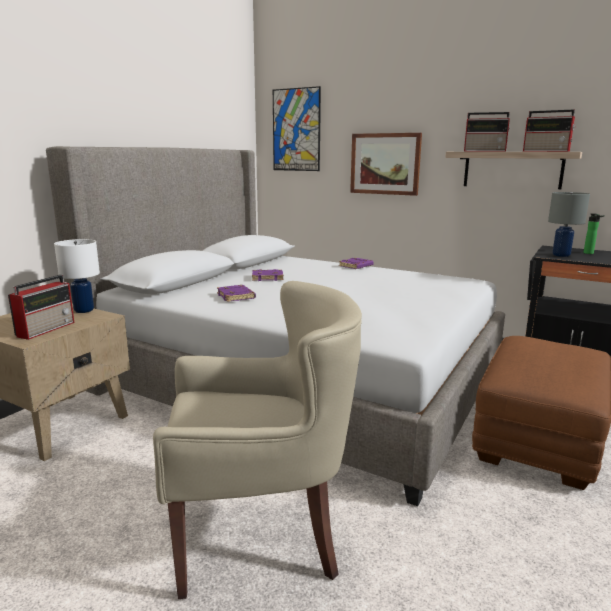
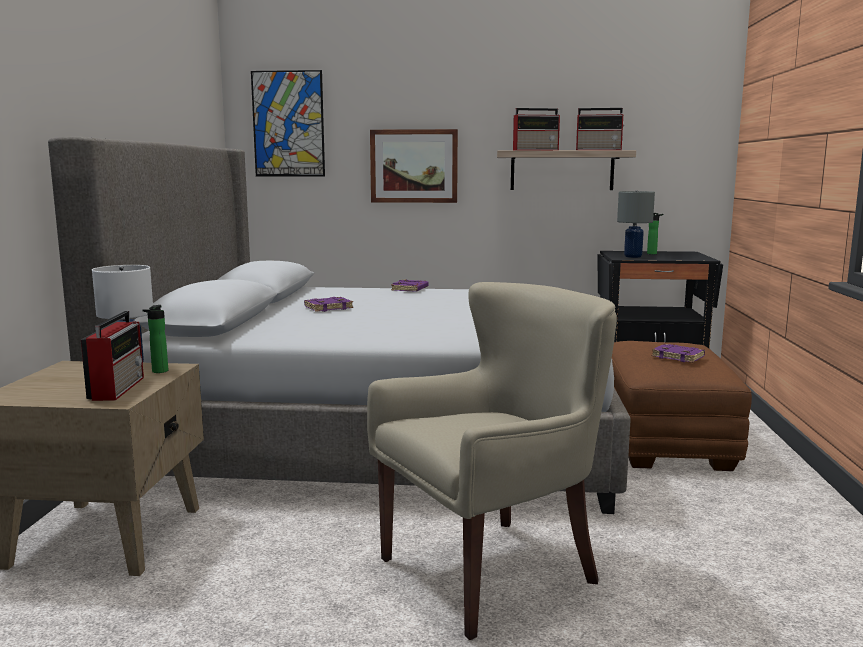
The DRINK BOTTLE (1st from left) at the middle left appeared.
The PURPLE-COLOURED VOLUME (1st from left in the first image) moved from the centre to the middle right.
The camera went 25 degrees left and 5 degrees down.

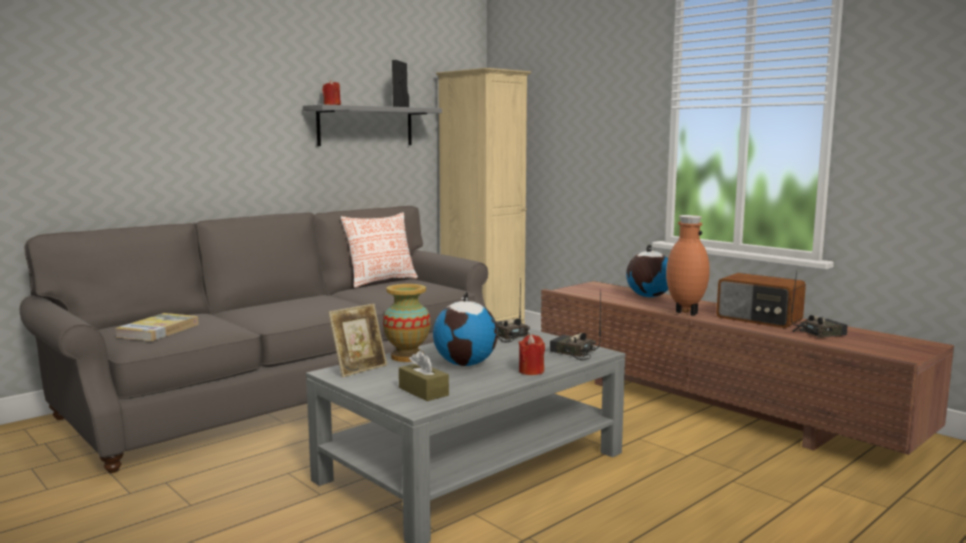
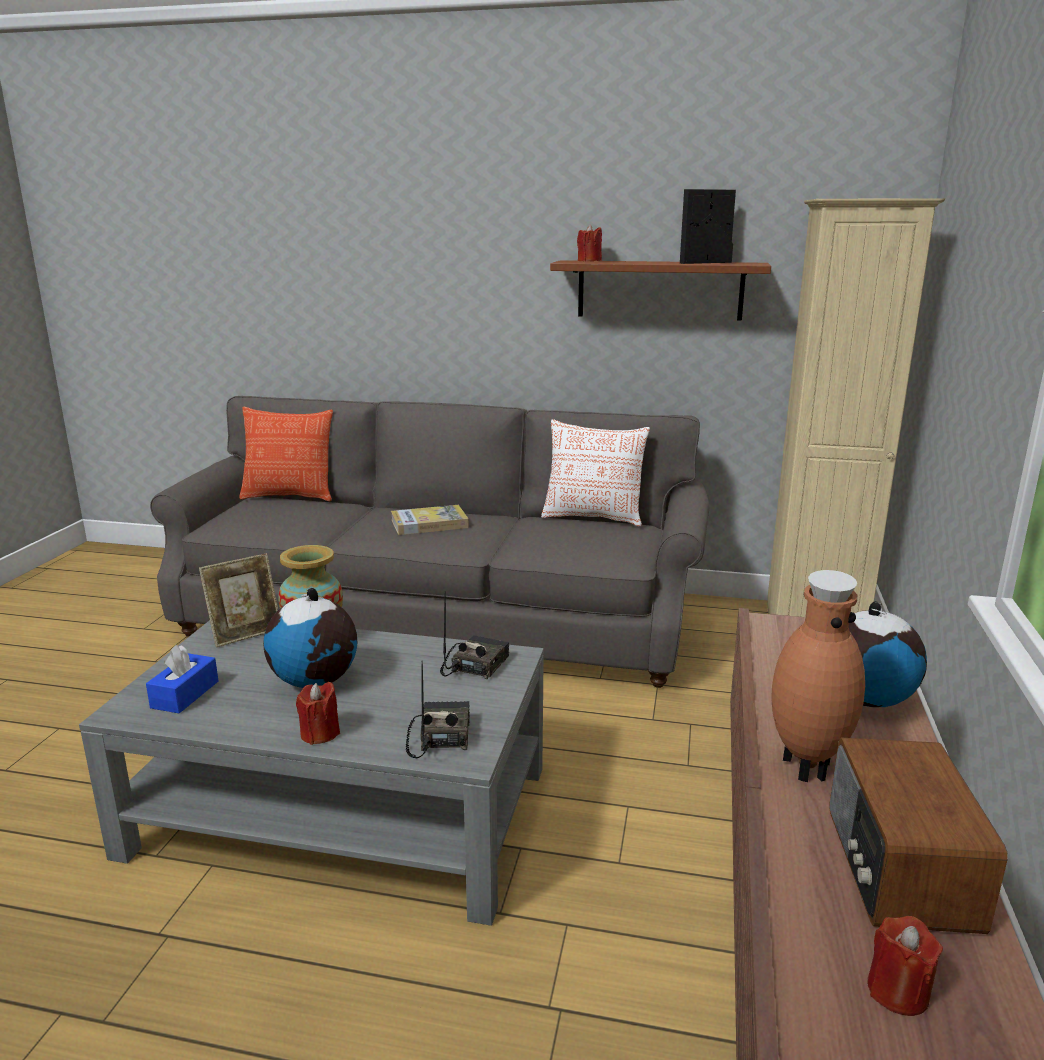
The BROWN BOX OF TISSUES at the bottom centre became the BLUISH BOX OF TISSUES at the middle left.
The PICTURE FRAME (1st from left) at the centre turned 45 degrees counterclockwise.
The ORANGEY PILLOW at the middle left appeared.
The VOLUME moved from the middle left to the centre.
The GREY WALL SHELF at the top centre became the BROWN WALL SHELF at the top centre.
The RADIO RECEIVER (4th from left) at the middle right was replaced by the REDDISH CANDLE (3rd from left) at the bottom right.
The camera went 55 degrees right and 10 degrees up.

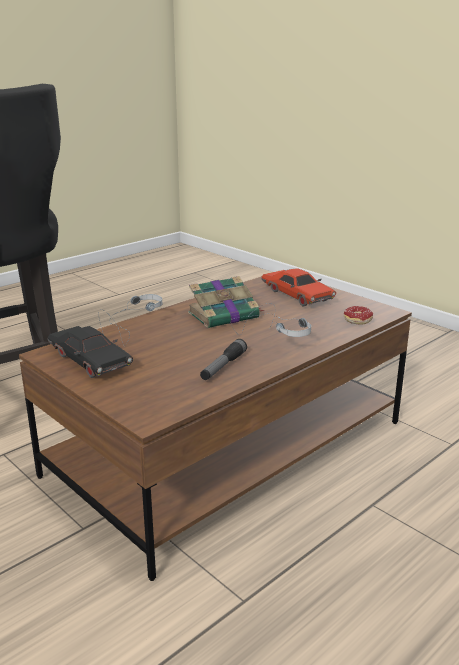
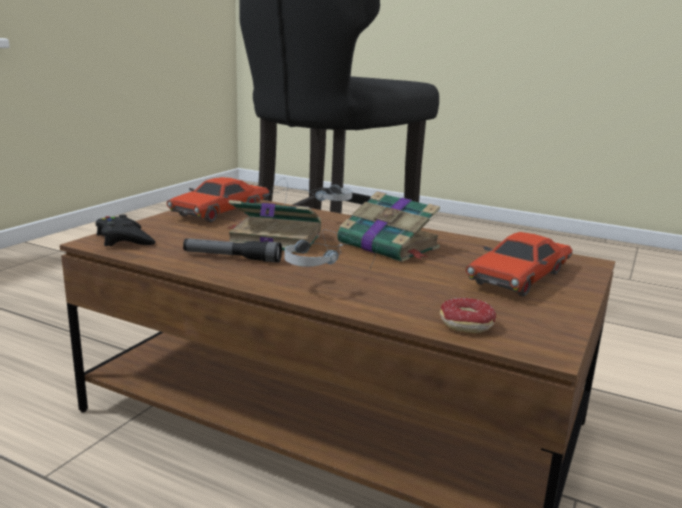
The BLACKISH JOYPAD at the middle left appeared.
The BLACKISH TOY CAR at the middle left became the REDDISH TOY CAR (1st from left) at the middle left.
The VOLUME (1st from left) at the centre appeared.
The camera went 70 degrees right and 5 degrees down.

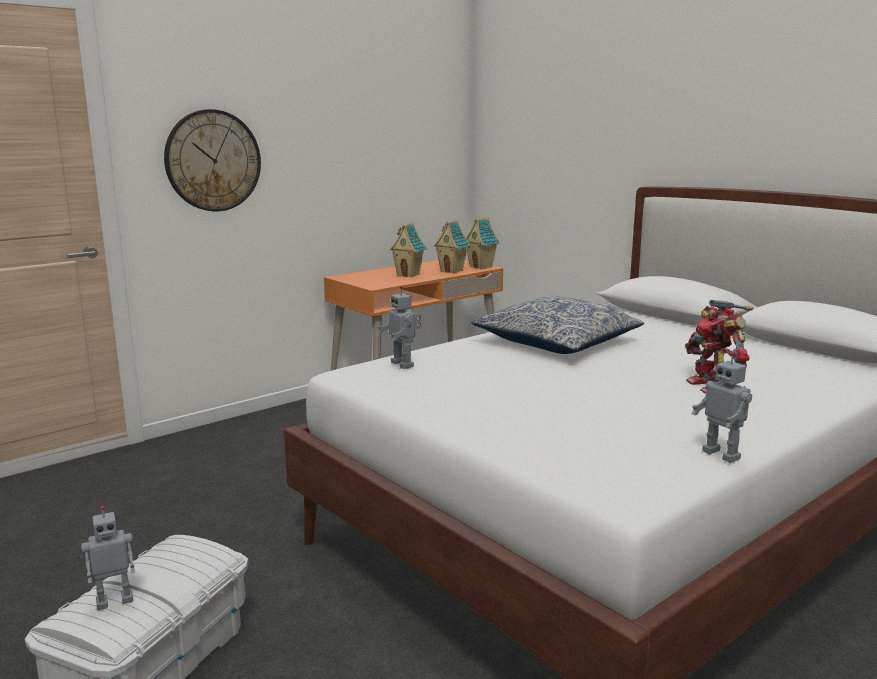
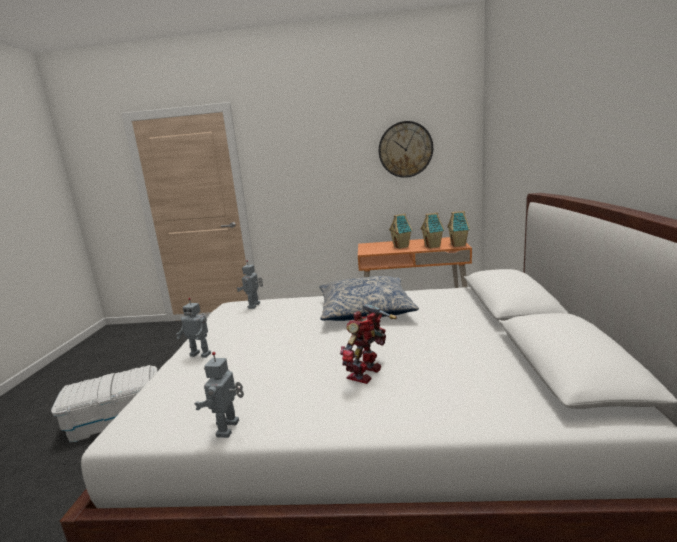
The TOY ROBOT (1st from left) moved from the bottom left to the middle left.
The CLOCK ON THE WALL moved from the top left to the top centre.
The camera went 45 degrees right and 0 degrees up.

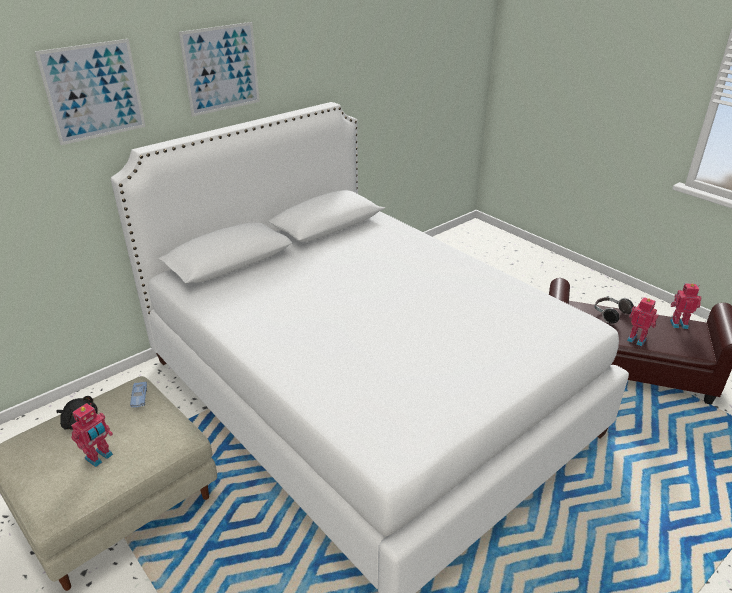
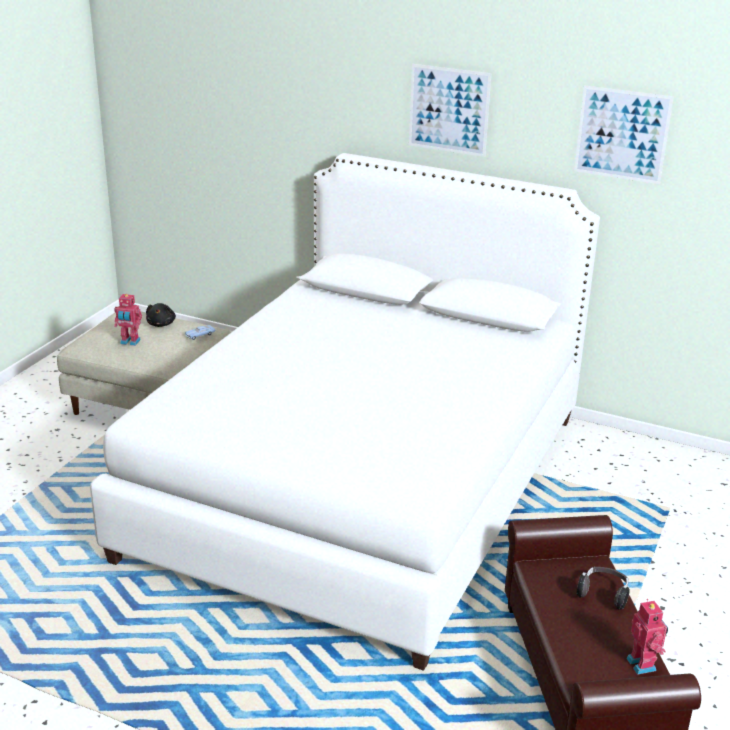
The WALL ART (1st from left in the first image) moved from the top left to the top right.
The TOY ROBOT (2nd from left) at the middle right disappeared.
The camera went 65 degrees right and 5 degrees down.

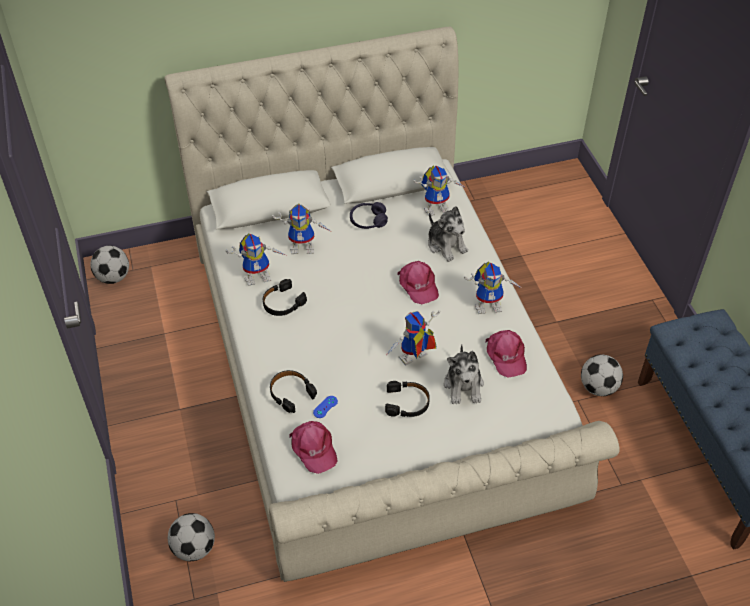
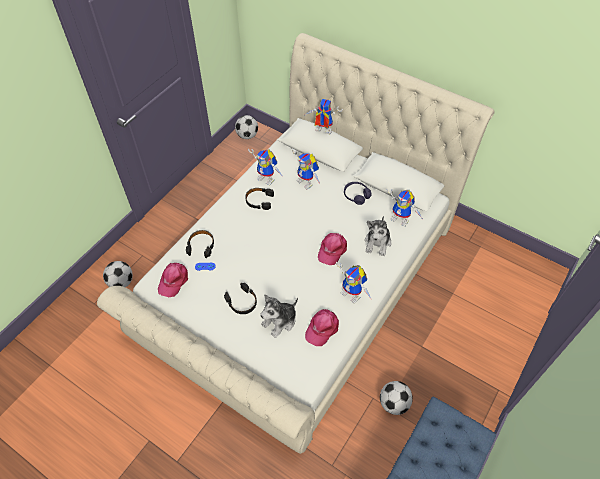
The TOY ROBOT (3rd from left) moved from the centre to the top centre.
The camera went 50 degrees right and 5 degrees up.

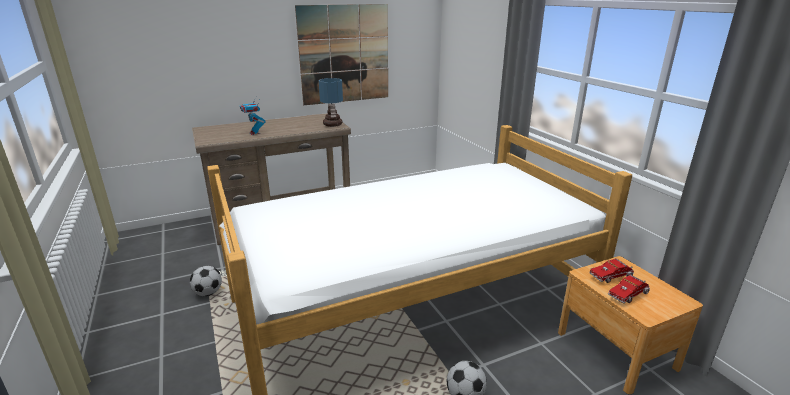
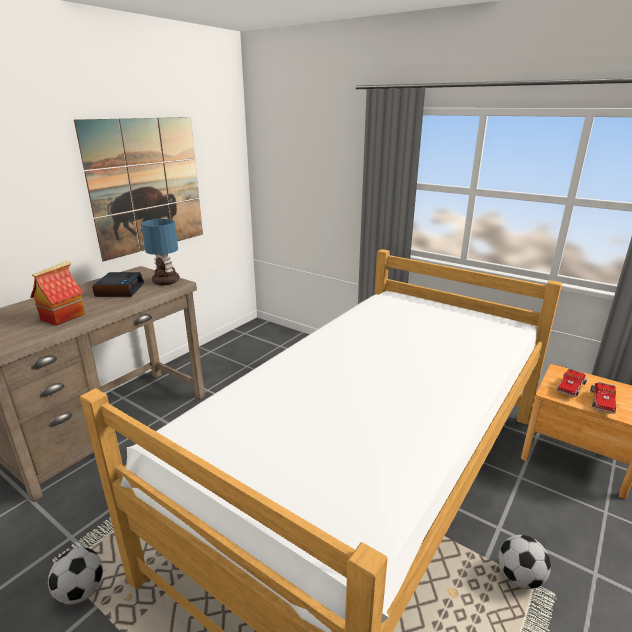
The TOY ROBOT at the top left was replaced by the MINIATURE HOUSE at the middle left.
The BEDSIDE CLOCK at the middle left appeared.
The camera went 30 degrees left and 0 degrees up.

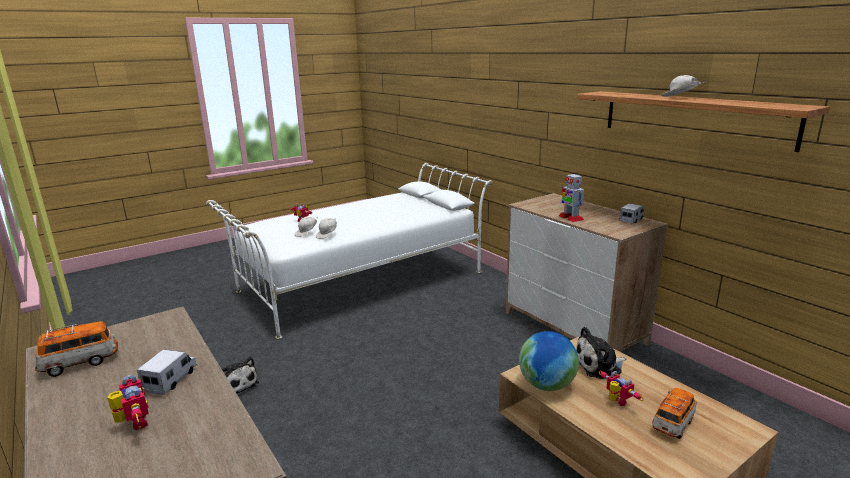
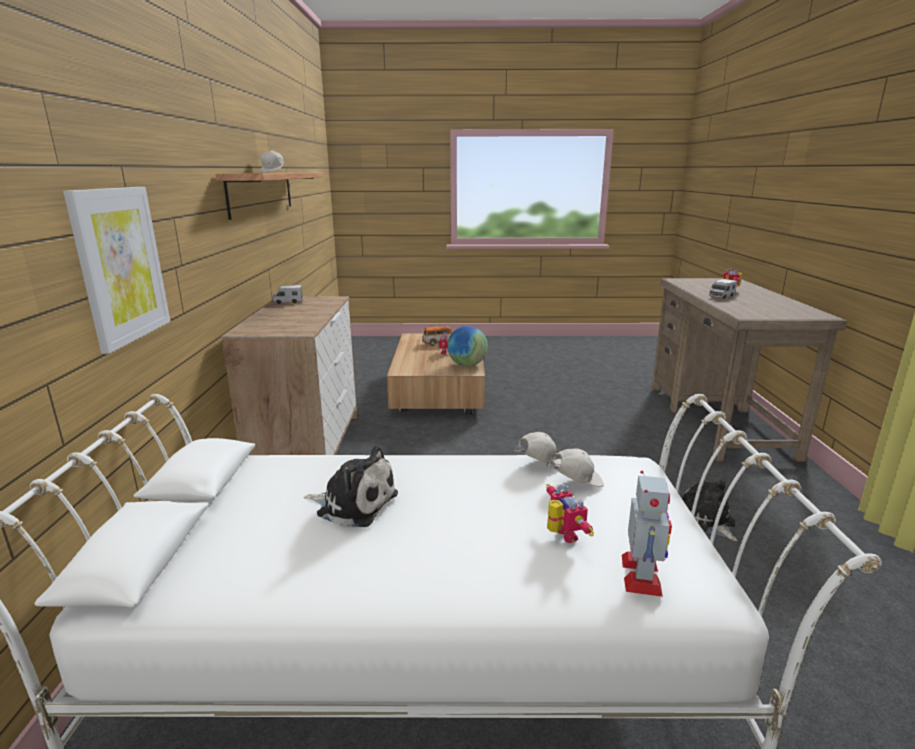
The WALL ART at the middle left appeared.
The CUDDLY TOY (2nd from left in the first image) moved from the bottom right to the centre.
The TOY ROBOT (3rd from left) moved from the middle right to the bottom right.
The TOY CAR (1st from left) at the bottom left disappeared.
The camera went 145 degrees left and 0 degrees up.

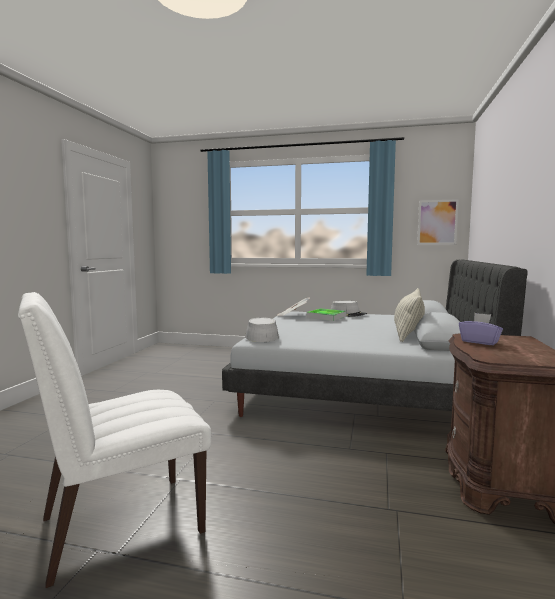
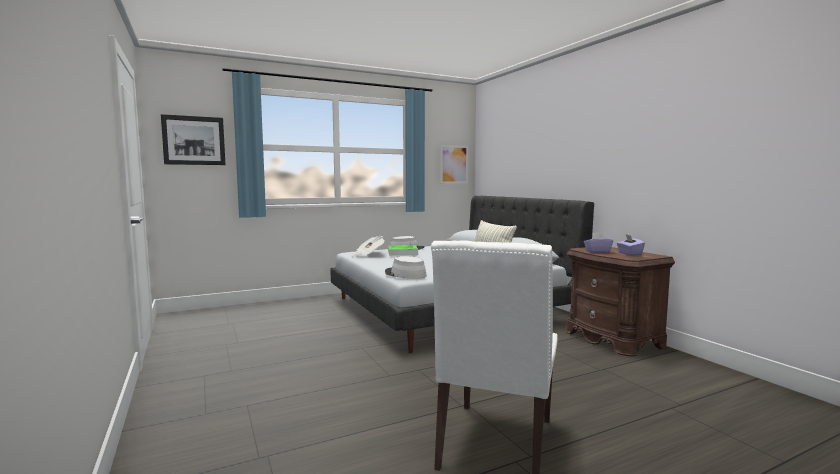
The WALL ART (1st from left) at the top left appeared.
The PURPLE-COLOURED BOX OF TISSUES (2nd from left) at the middle right appeared.
The camera went 40 degrees left and 0 degrees up.

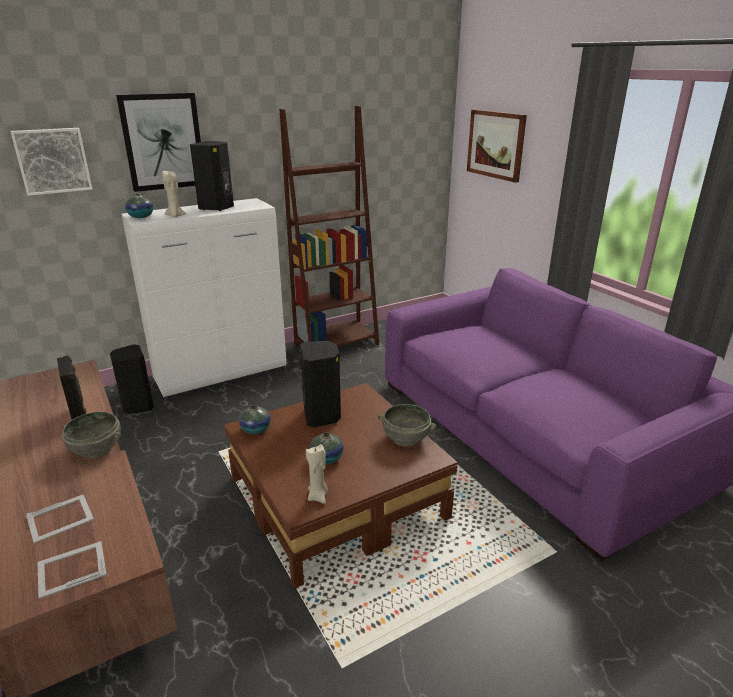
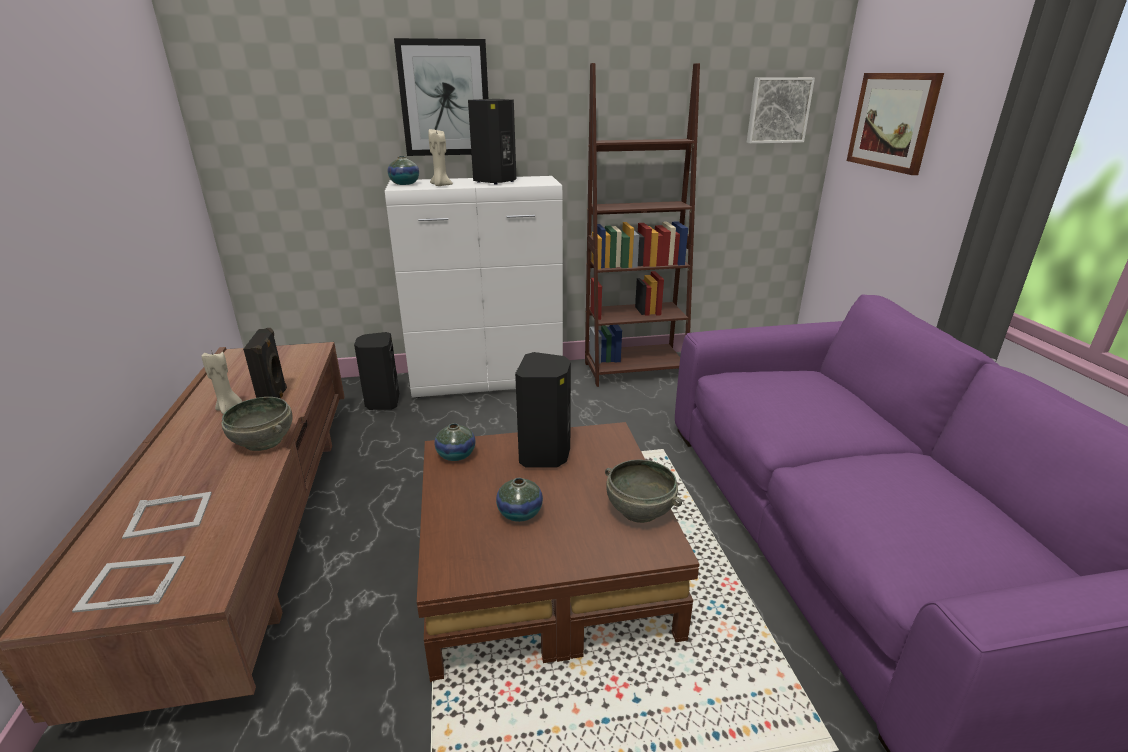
The BEIGE CANDLE (2nd from left in the first image) moved from the bottom centre to the middle left.
The WALL ART (1st from left in the first image) moved from the top left to the top right.
The camera went 20 degrees right and 0 degrees up.

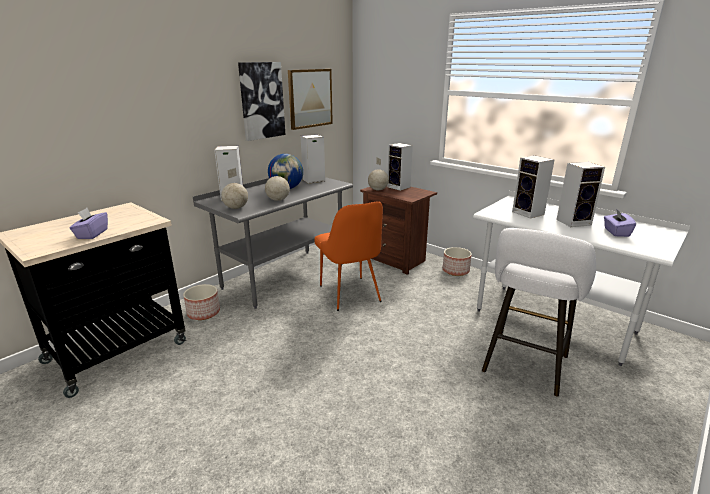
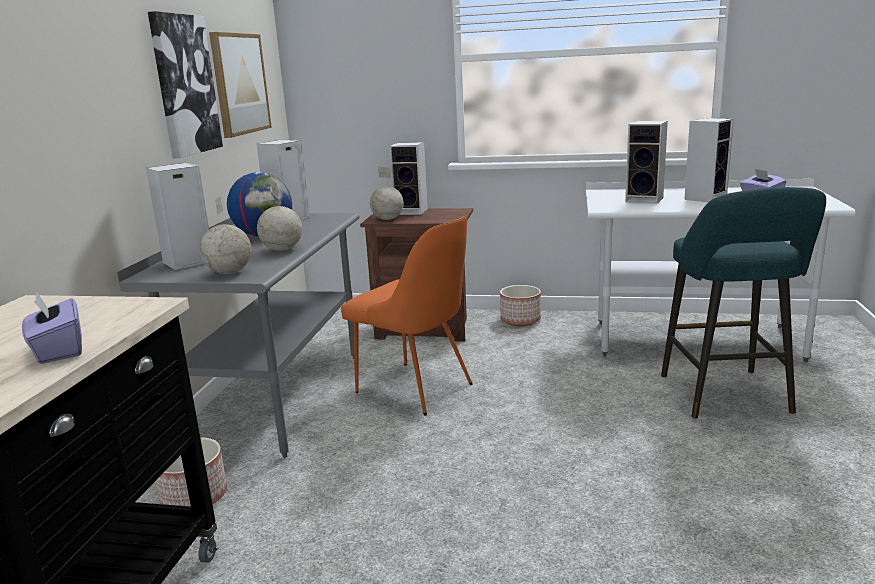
The WHITISH STOOL at the middle right became the TURQUOISE STOOL at the middle right.
The camera went 30 degrees left and 5 degrees down.

